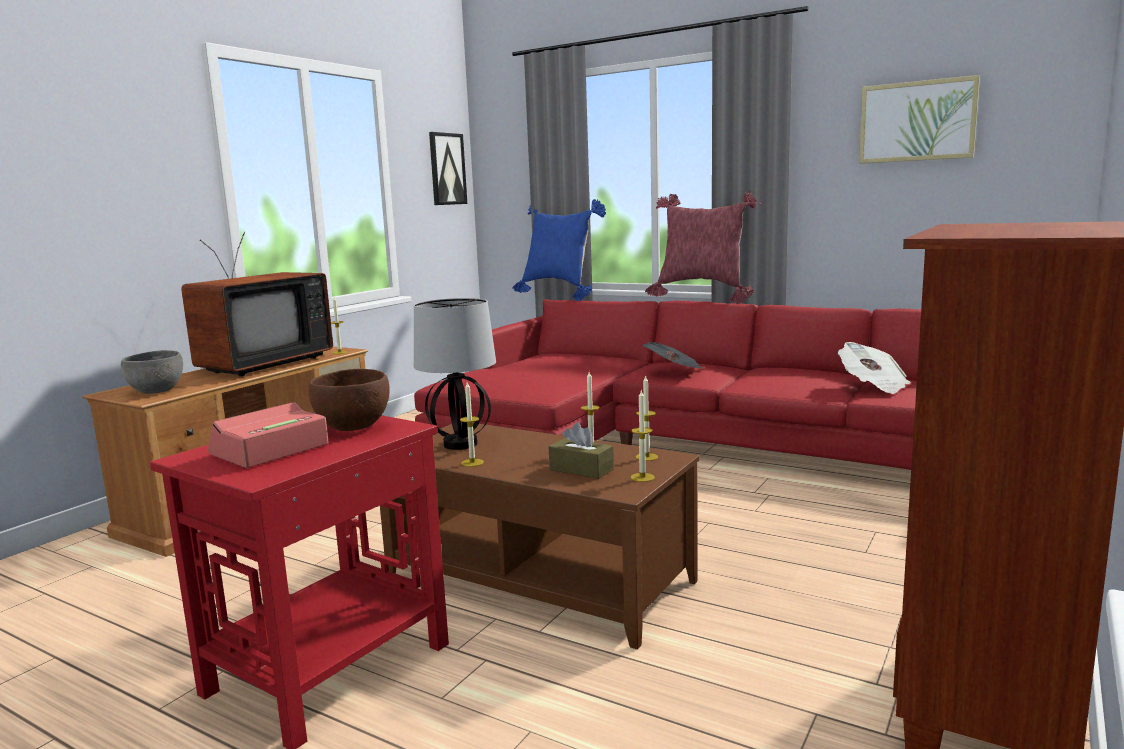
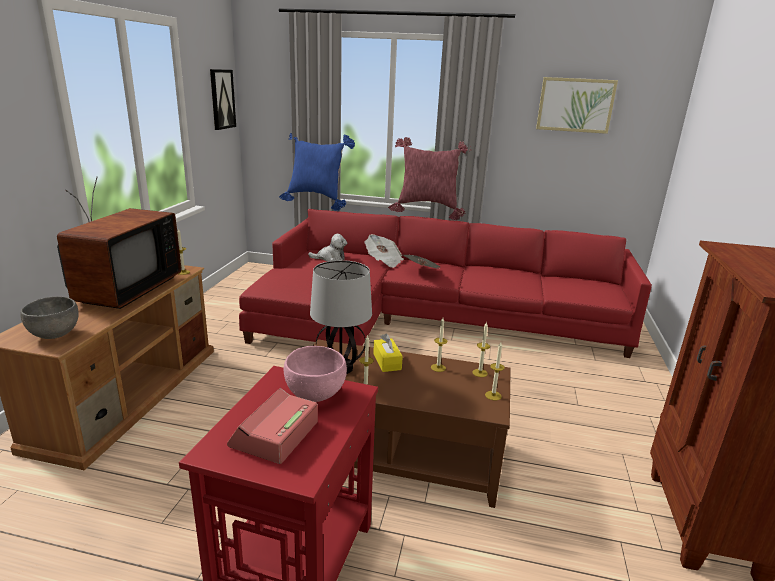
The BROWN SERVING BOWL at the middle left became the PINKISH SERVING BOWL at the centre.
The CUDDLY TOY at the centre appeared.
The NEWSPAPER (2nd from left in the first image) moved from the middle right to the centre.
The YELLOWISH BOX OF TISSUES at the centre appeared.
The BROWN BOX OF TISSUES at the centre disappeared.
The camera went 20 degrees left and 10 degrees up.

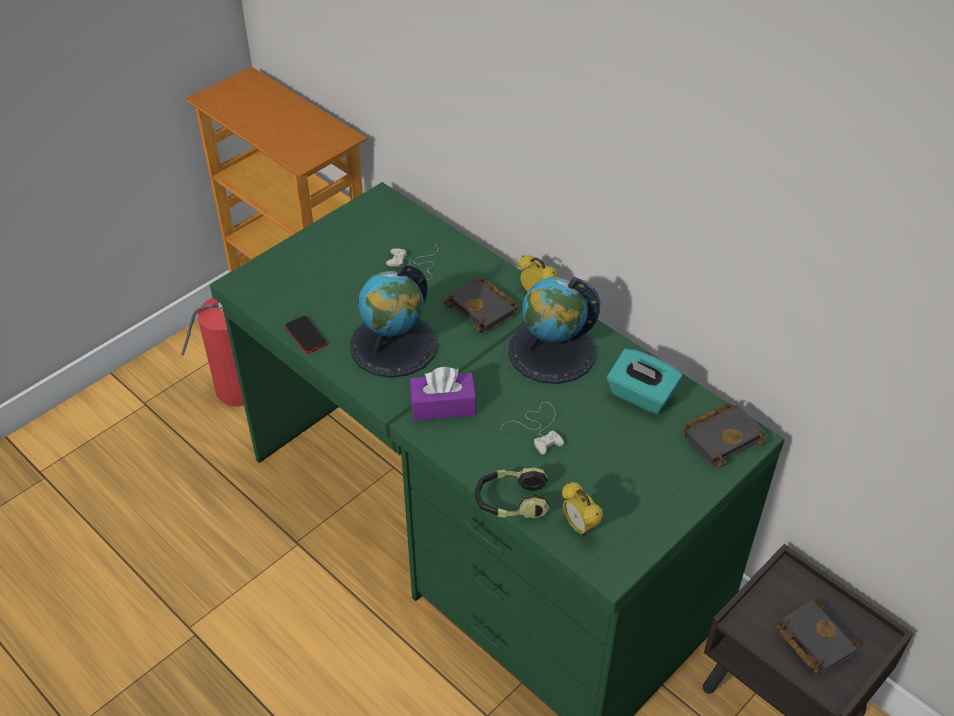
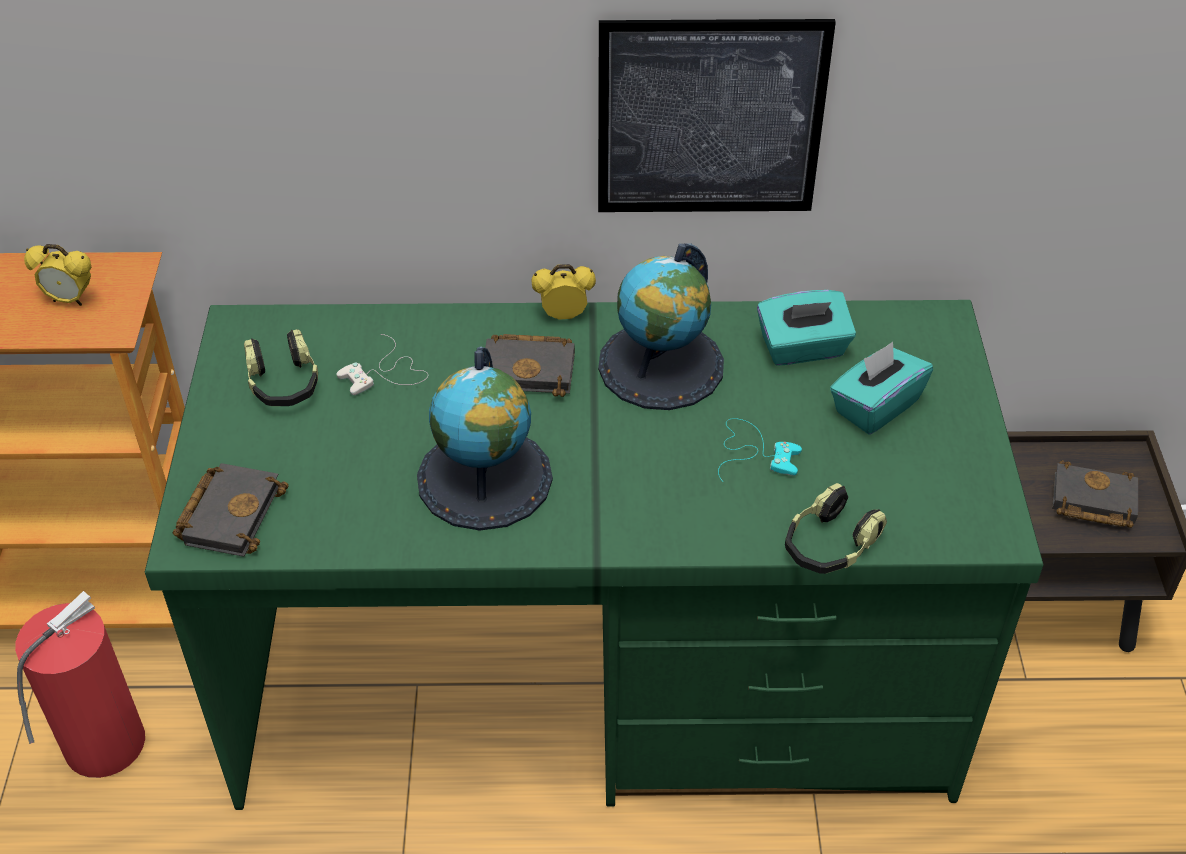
The BEDSIDE CLOCK (2nd from left in the first image) moved from the bottom centre to the top left.
The BLACKISH VOLUME (2nd from left in the first image) moved from the middle right to the middle left.
The HEADSET (1st from left) at the middle left appeared.
The WALL ART at the top centre appeared.
The WHITISH JOYPAD (2nd from left) at the centre became the TURQUOISE JOYPAD at the centre.
The TURQUOISE BOX OF TISSUES (2nd from left) at the middle right appeared.
The PHONE at the middle left disappeared.
The PURPLE-COLOURED BOX OF TISSUES at the centre disappeared.
The camera went 45 degrees left and 0 degrees up.

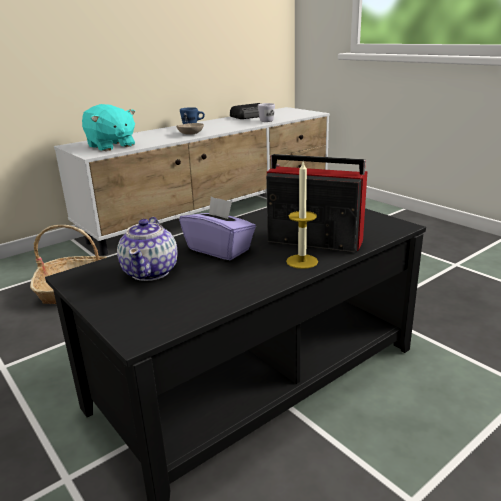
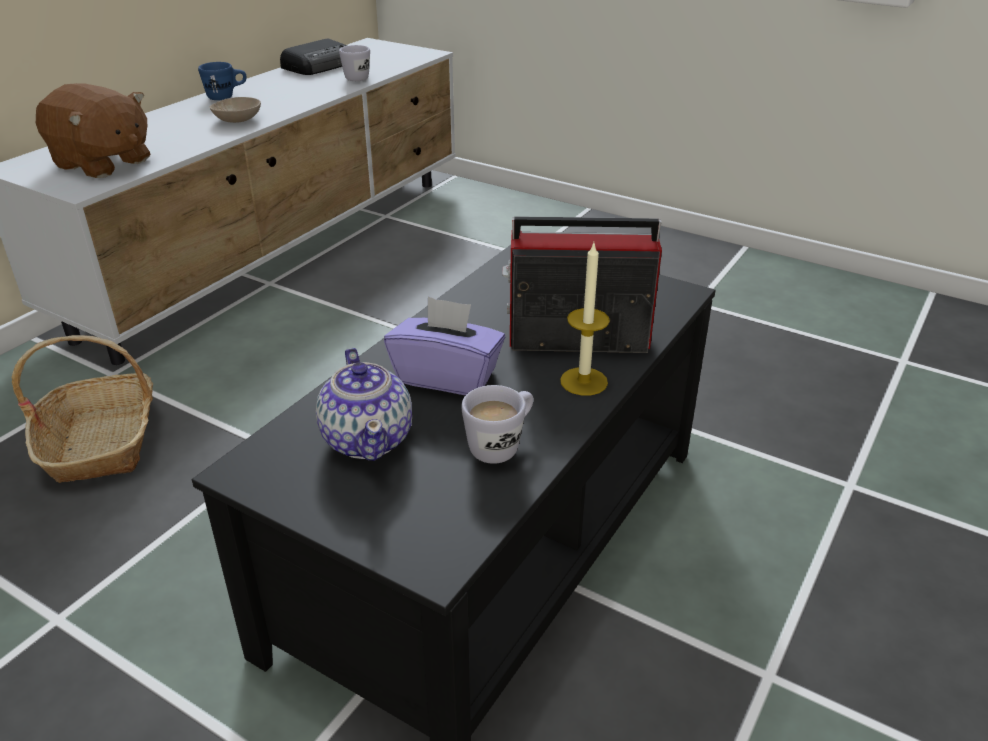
The TURQUOISE CUDDLY TOY at the top left became the BROWN CUDDLY TOY at the top left.
The WHITISH MUG (2nd from left) at the centre appeared.
The camera went 20 degrees left and 10 degrees up.

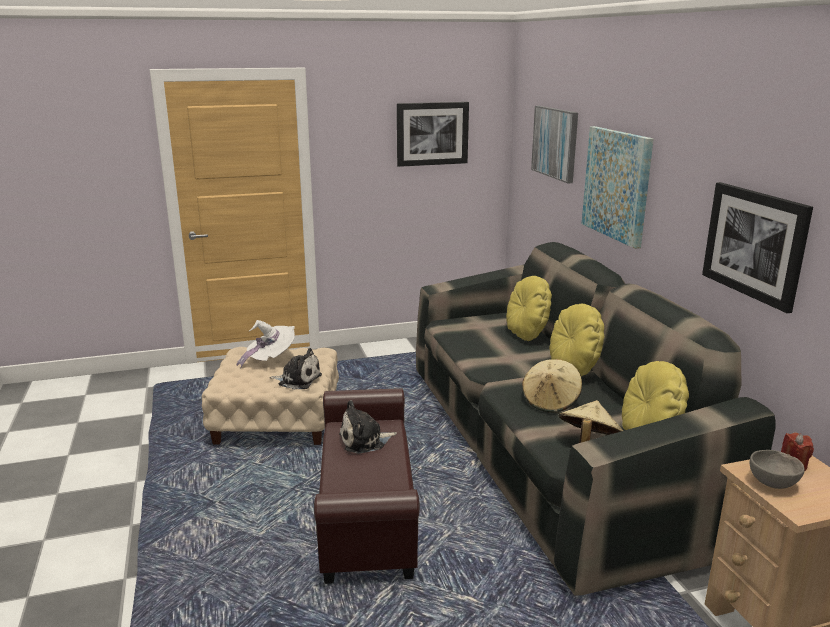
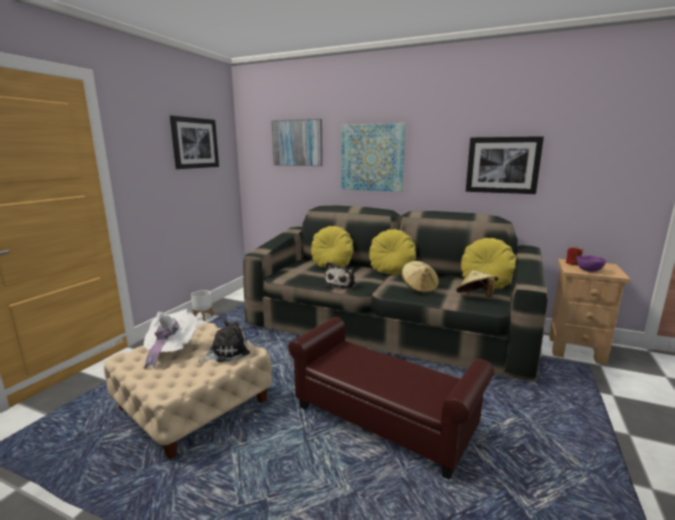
The WHITISH PLANTER at the middle left appeared.
The CUDDLY TOY (2nd from left) moved from the bottom centre to the centre.
The GREY SERVING BOWL at the bottom right became the PURPLE-COLOURED SERVING BOWL at the middle right.
The camera went 50 degrees left and 5 degrees down.

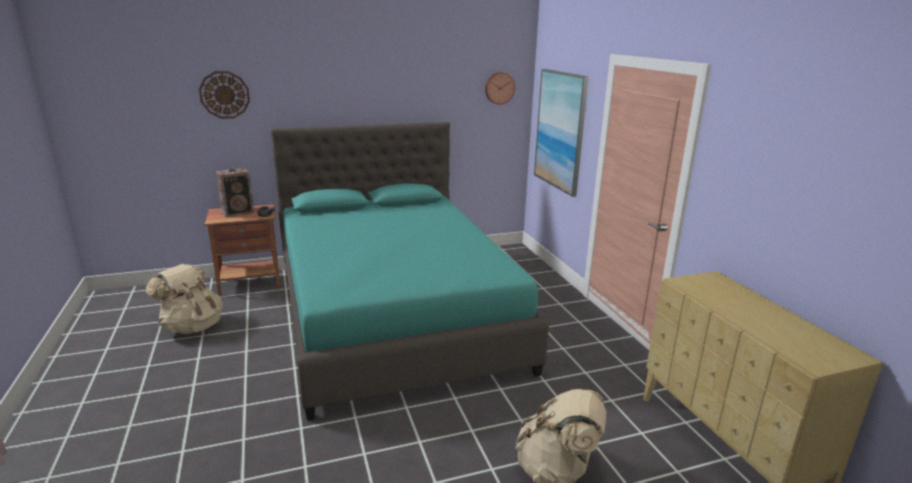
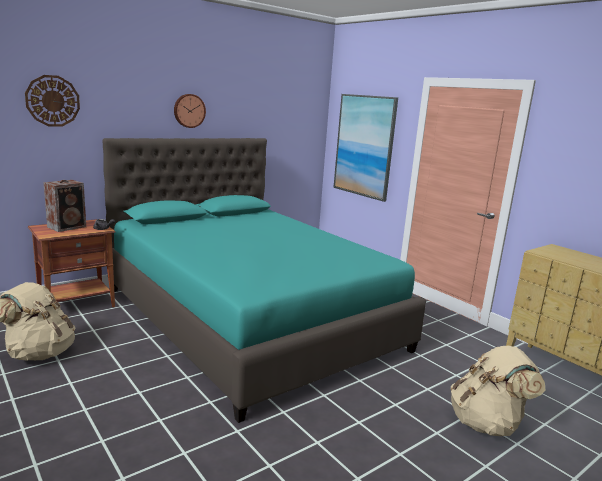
The CLOCK ON THE WALL (2nd from left) moved from the top centre to the top left.
The camera went 20 degrees left and 5 degrees down.

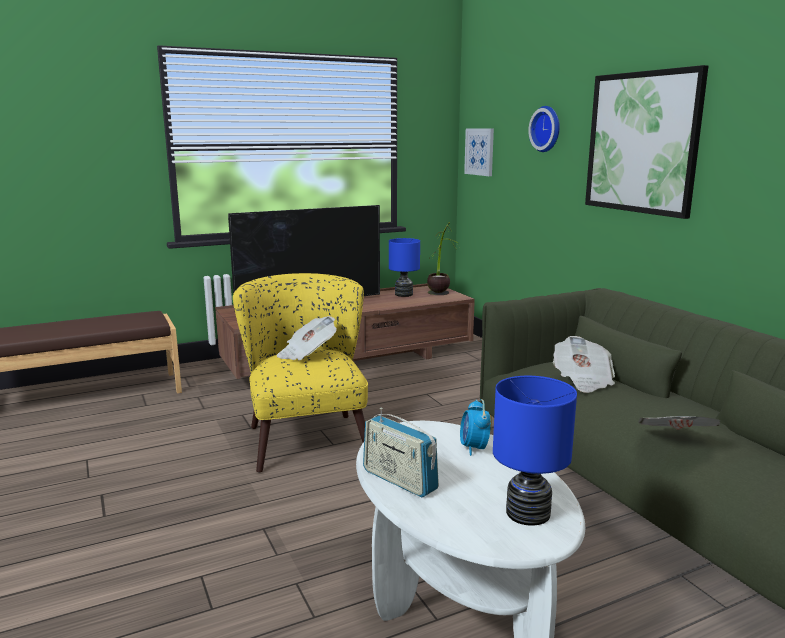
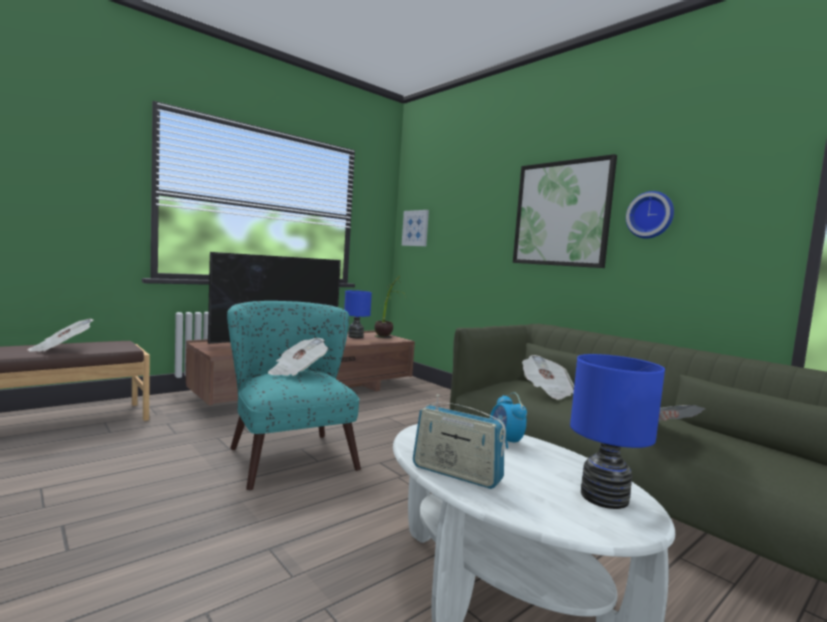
The NEWSPAPER (1st from left) at the middle left appeared.
The YELLOWISH EASY CHAIR at the centre became the TURQUOISE EASY CHAIR at the centre.
The CLOCK ON THE WALL moved from the top right to the middle right.
The camera went 15 degrees left and 10 degrees down.

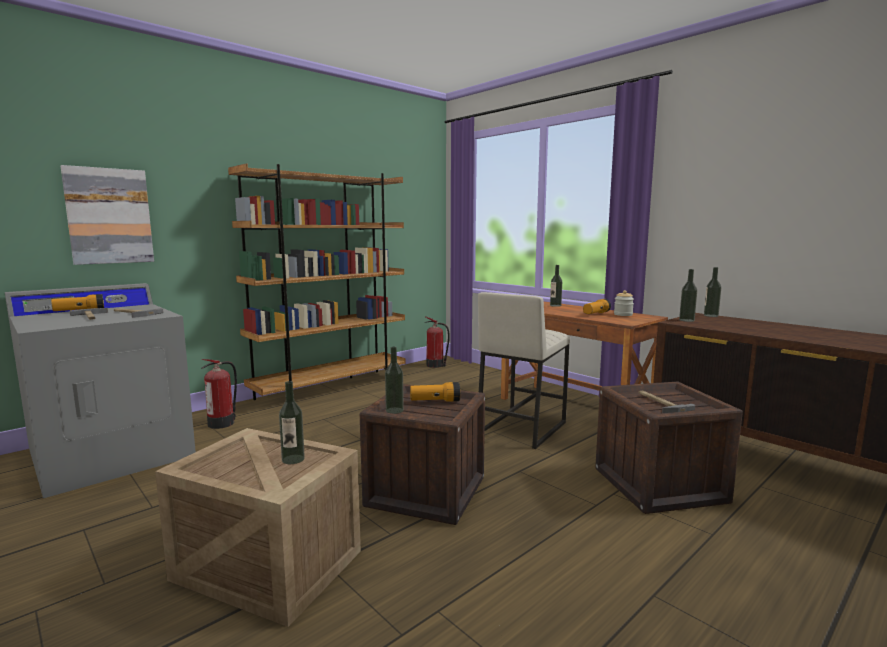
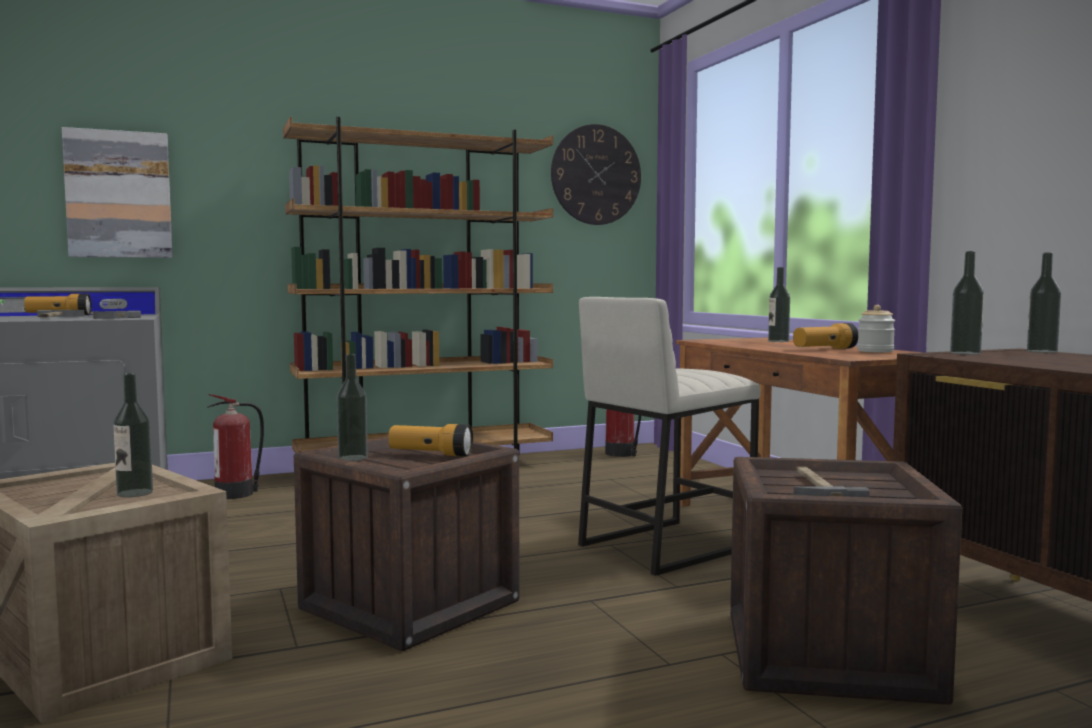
The CLOCK ON THE WALL at the top centre appeared.
The camera went 20 degrees right and 5 degrees down.

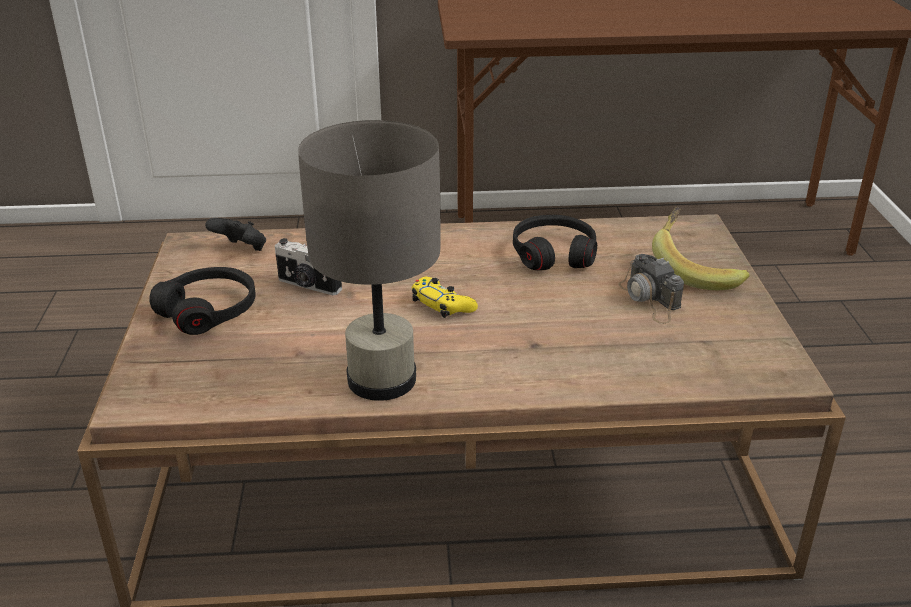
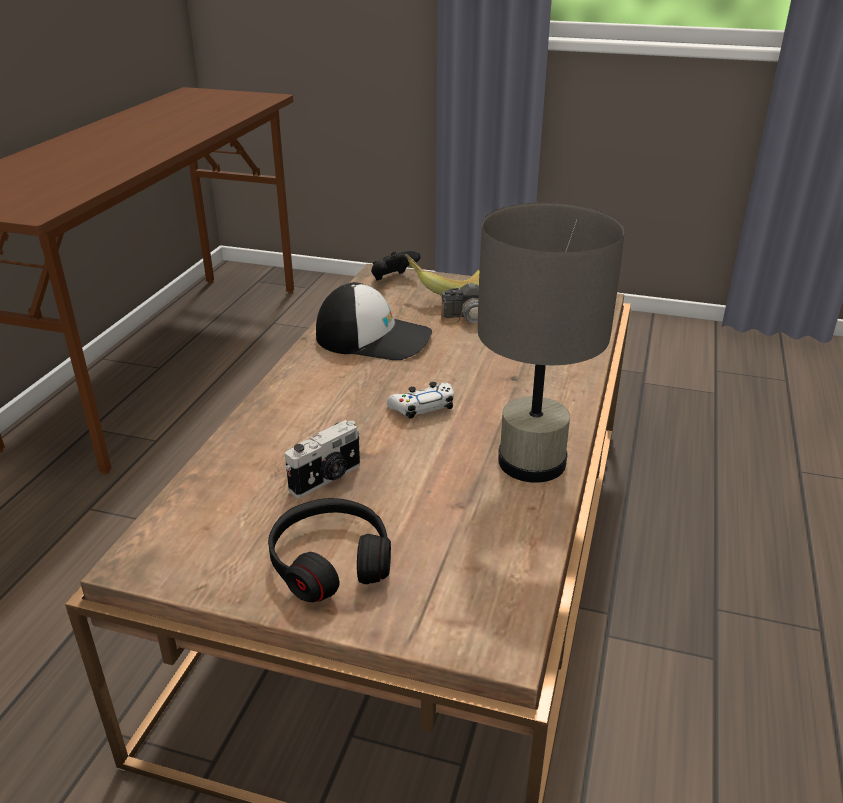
The BLACKISH HEADSET (2nd from left) at the centre was replaced by the CAP at the centre.
The BLACKISH JOYPAD moved from the middle left to the top centre.
The YELLOWISH JOYPAD at the centre became the WHITISH JOYPAD at the centre.
The camera went 70 degrees left and 0 degrees up.

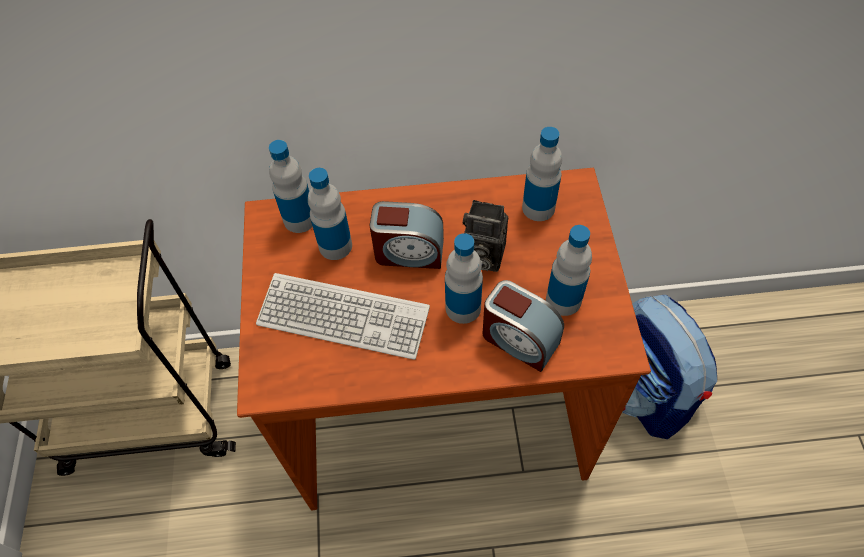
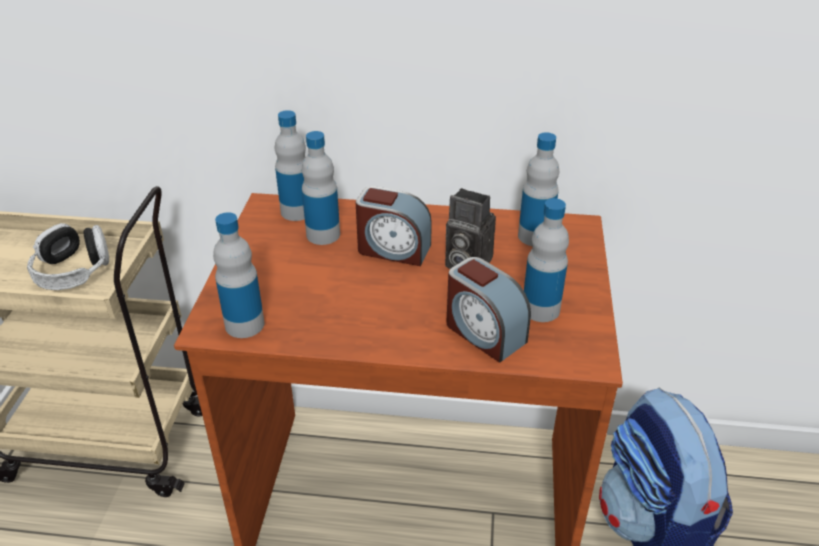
The HEADSET at the middle left appeared.
The DRINK BOTTLE (3rd from left in the first image) moved from the centre to the middle left.
The KEYBOARD at the centre disappeared.
The camera went 10 degrees right and 20 degrees down.

